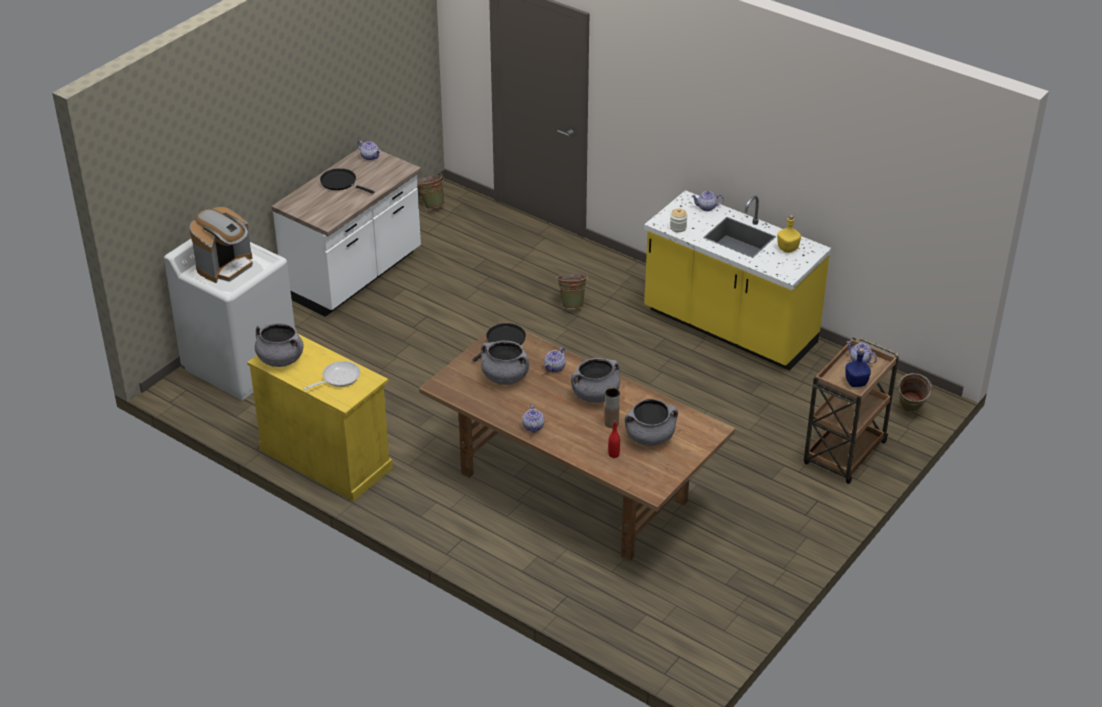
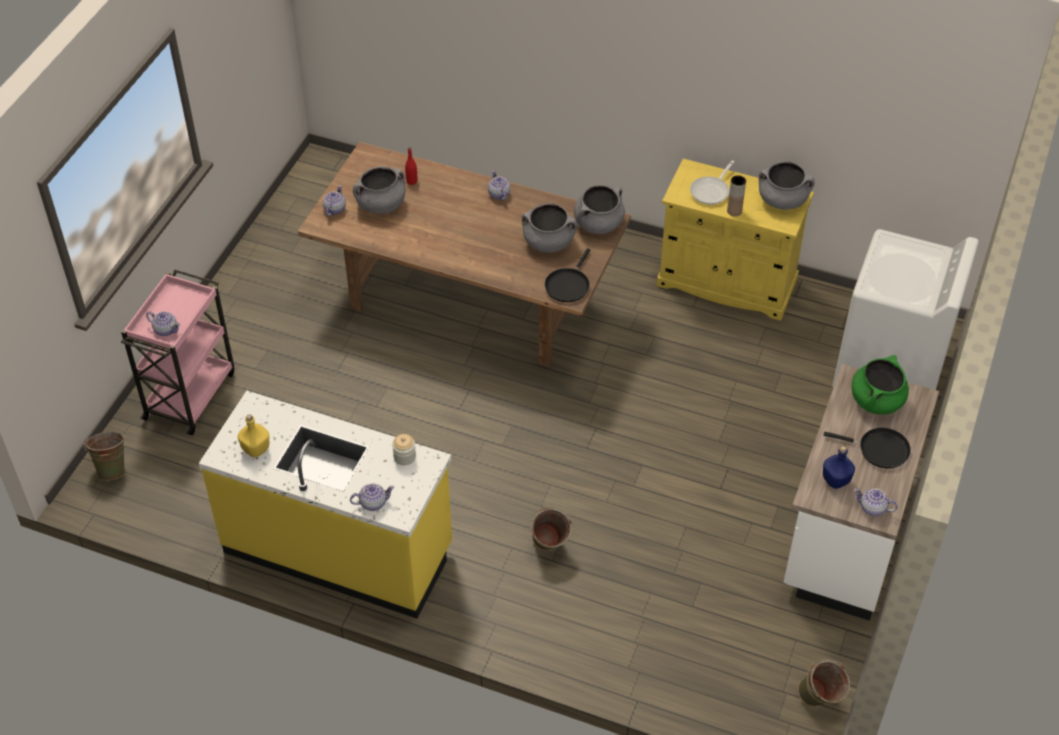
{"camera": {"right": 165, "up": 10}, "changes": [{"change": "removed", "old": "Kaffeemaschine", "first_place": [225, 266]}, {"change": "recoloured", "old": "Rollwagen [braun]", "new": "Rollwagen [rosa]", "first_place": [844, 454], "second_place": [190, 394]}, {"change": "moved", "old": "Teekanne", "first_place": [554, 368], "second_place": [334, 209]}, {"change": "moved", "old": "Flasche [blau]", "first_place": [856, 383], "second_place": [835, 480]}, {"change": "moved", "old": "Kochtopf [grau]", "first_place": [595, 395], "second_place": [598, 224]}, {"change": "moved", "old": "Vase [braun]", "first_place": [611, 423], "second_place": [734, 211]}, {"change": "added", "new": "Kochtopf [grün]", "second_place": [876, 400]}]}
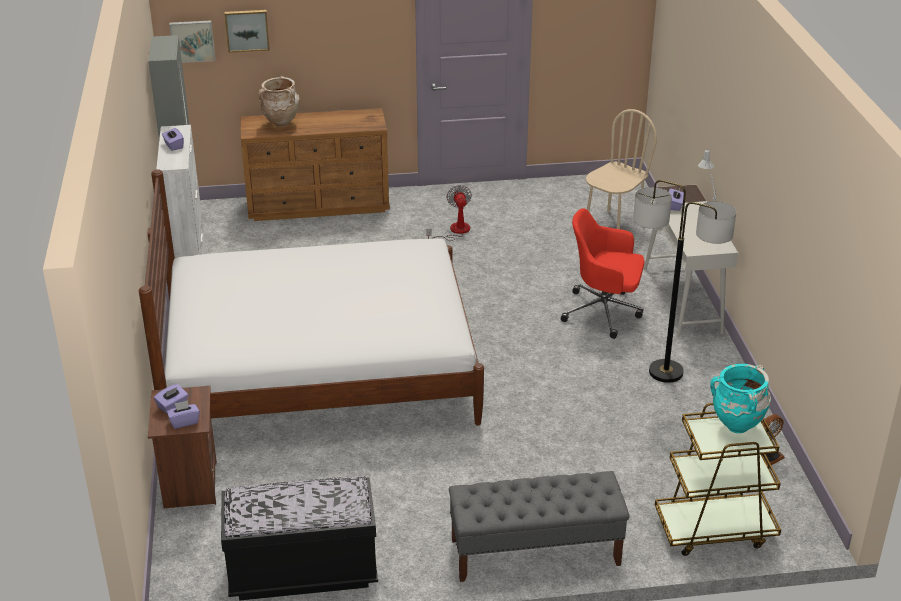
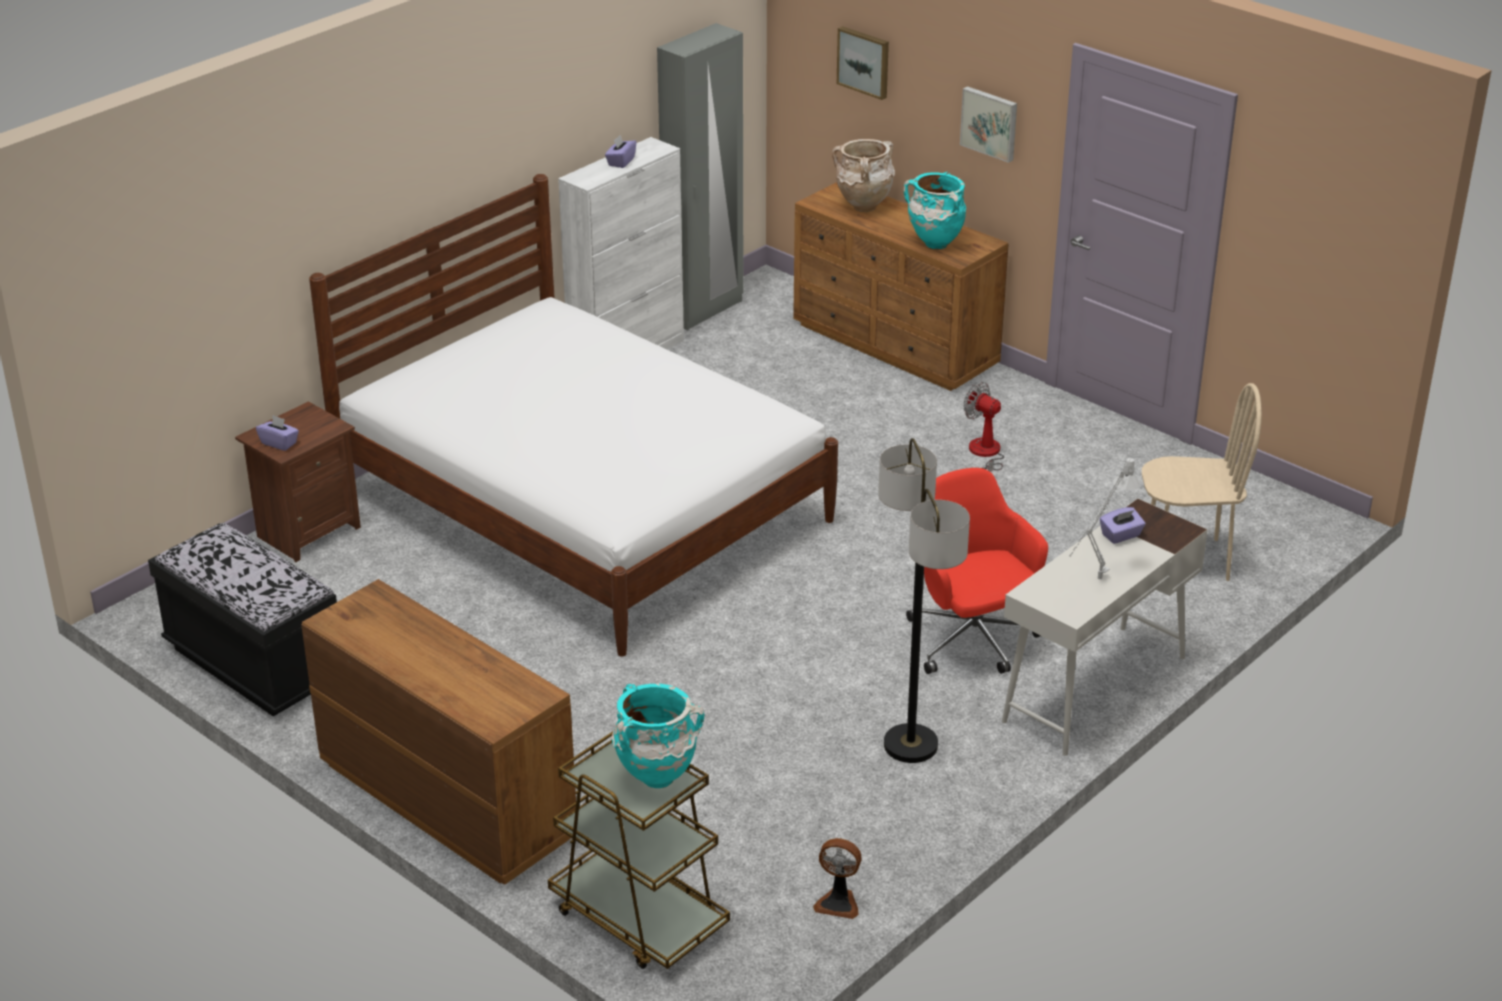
{"camera": {"right": 50, "up": 0}, "changes": [{"change": "moved", "old": "Bild", "first_place": [192, 40], "second_place": [990, 123]}, {"change": "turned", "old": "Ventilator", "first_place": [454, 231], "second_place": [984, 455], "degrees": -90}, {"change": "removed", "old": "Taschentuchbox [lila]", "first_place": [172, 406]}, {"change": "replaced", "old": "Bank [grau]", "new": "Kommode [braun]", "first_place": [534, 552], "second_place": [445, 799]}, {"change": "added", "new": "Vase [türkis]", "second_place": [934, 244]}]}
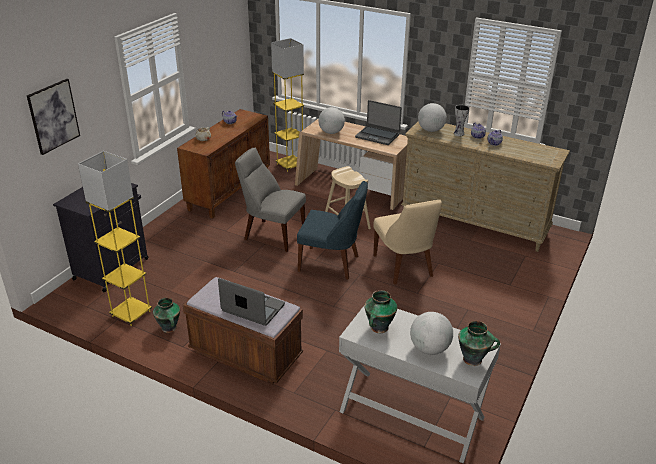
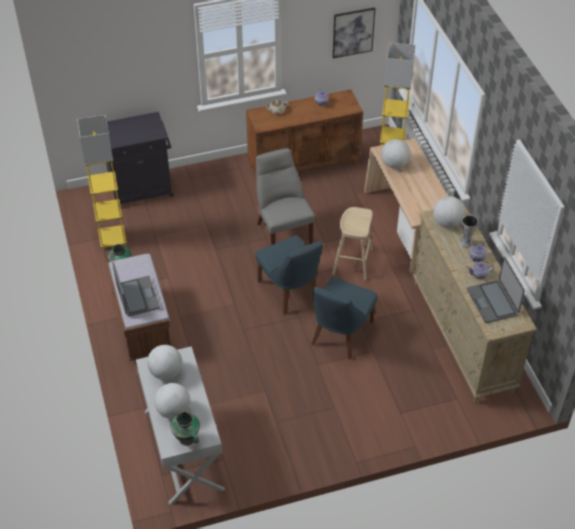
{"camera": {"right": 45, "up": 15}, "changes": [{"change": "moved", "old": "Bild", "first_place": [53, 116], "second_place": [353, 32]}, {"change": "moved", "old": "Laptop", "first_place": [377, 136], "second_place": [493, 302]}, {"change": "recoloured", "old": "Stuhl [beige]", "new": "Stuhl [blau]", "first_place": [404, 267], "second_place": [340, 335]}, {"change": "replaced", "old": "Vase", "new": "Globus", "first_place": [379, 328], "second_place": [166, 372]}]}
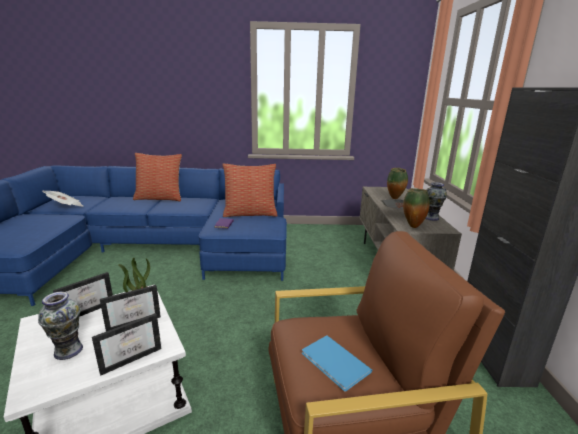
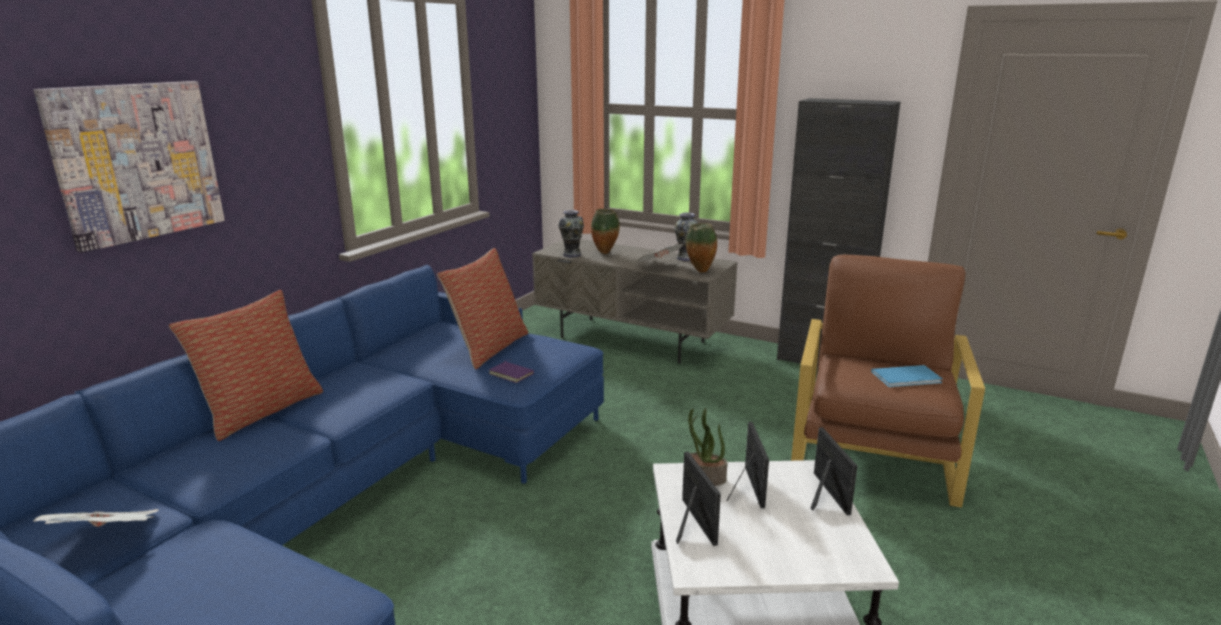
{"camera": {"right": -60, "up": 0}, "changes": [{"change": "moved", "old": "Vase", "first_place": [68, 350], "second_place": [572, 255]}, {"change": "added", "new": "Bild", "second_place": [137, 162]}]}
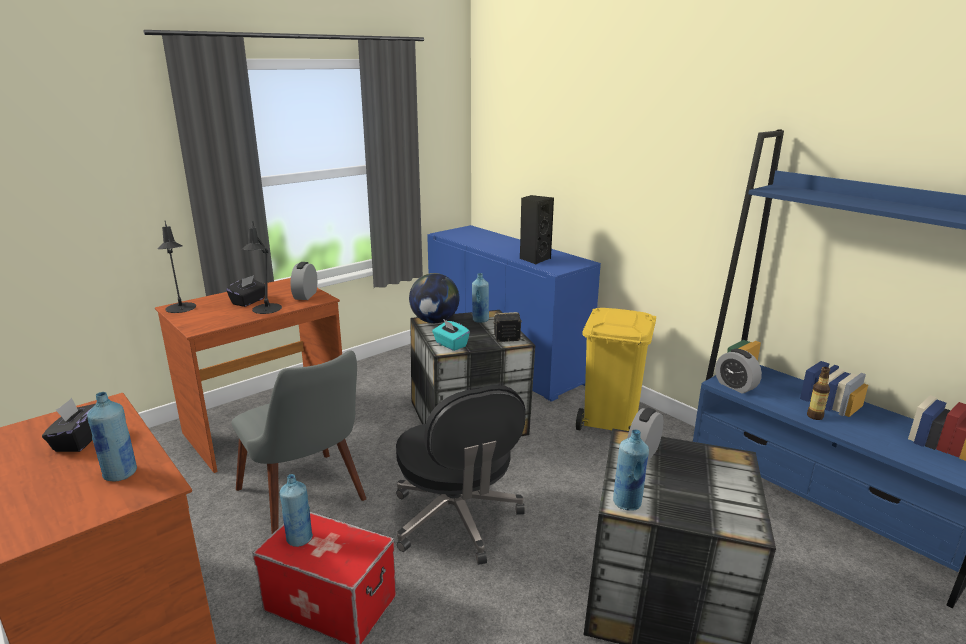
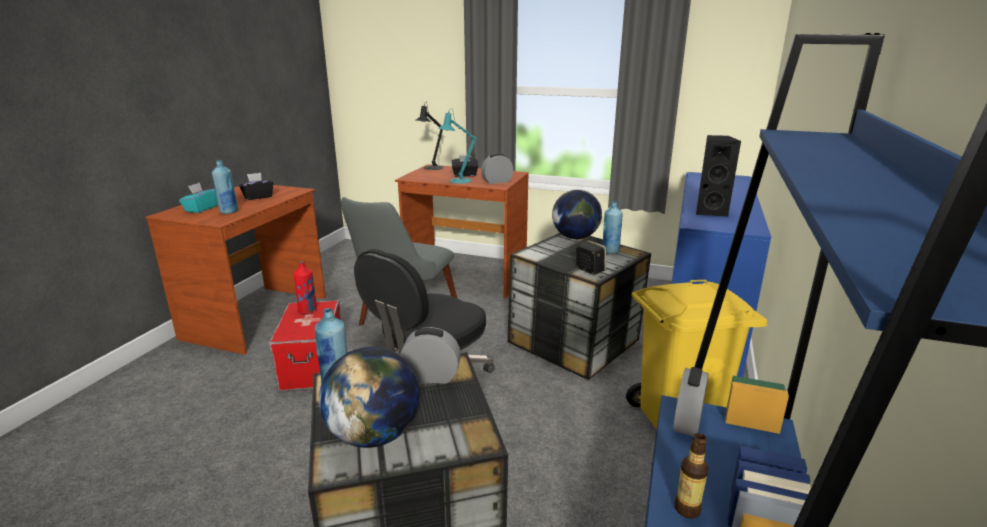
{"camera": {"right": 60, "up": 0}, "changes": [{"change": "recoloured", "old": "Tischlampe [schwarz]", "new": "Tischlampe [türkis]", "first_place": [266, 310], "second_place": [457, 181]}, {"change": "moved", "old": "Taschentuchbox [türkis]", "first_place": [450, 345], "second_place": [201, 209]}, {"change": "recoloured", "old": "Flasche [blau]", "new": "Flasche [rot]", "first_place": [299, 539], "second_place": [308, 310]}, {"change": "added", "new": "Globus", "second_place": [374, 435]}]}
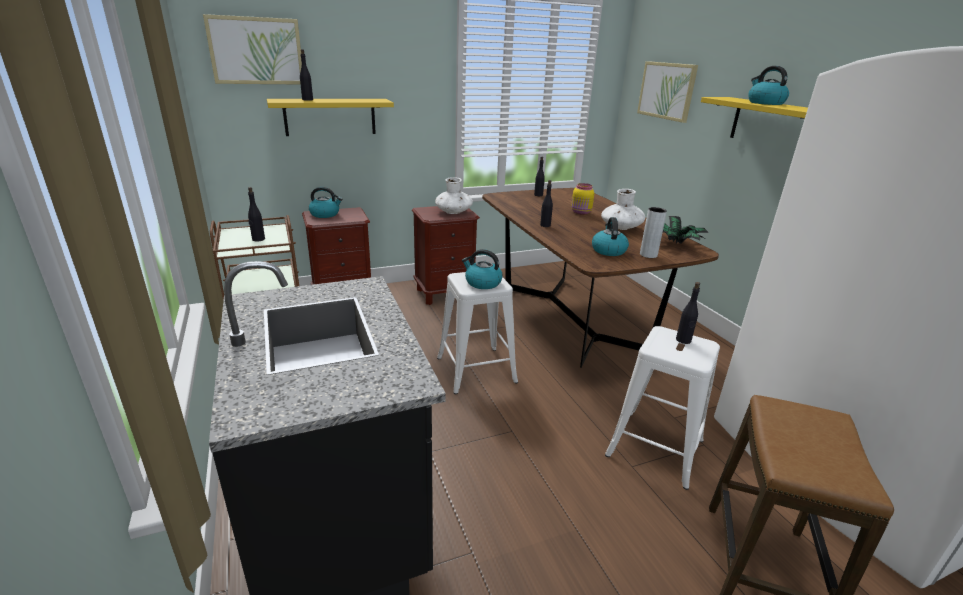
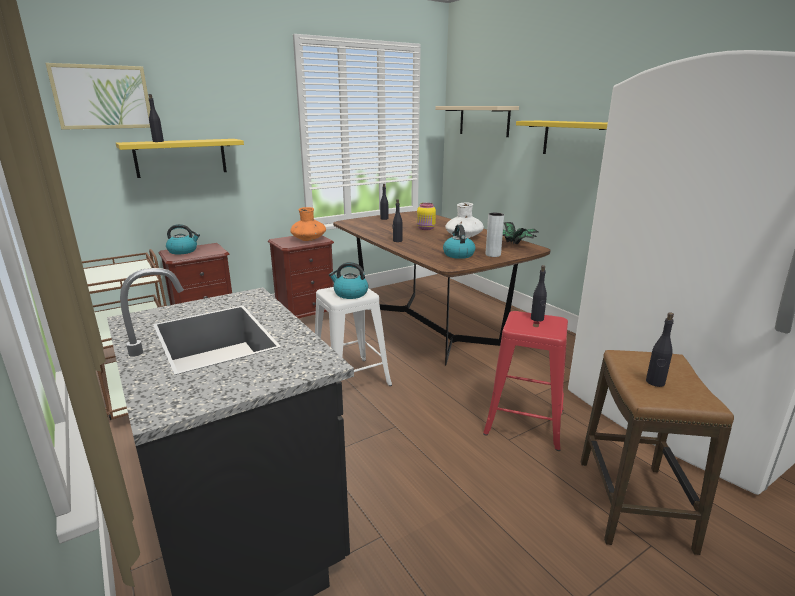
{"camera": {"right": -10, "up": -5}, "changes": [{"change": "replaced", "old": "Bild", "new": "Wandregal [beige]", "first_place": [667, 91], "second_place": [484, 120]}, {"change": "removed", "old": "Wasserkessel", "first_place": [765, 103]}, {"change": "recoloured", "old": "Vase [weiß]", "new": "Vase [orange]", "first_place": [453, 212], "second_place": [308, 239]}, {"change": "moved", "old": "Flasche [schwarz]", "first_place": [258, 239], "second_place": [655, 382]}, {"change": "recoloured", "old": "Hocker [weiß]", "new": "Hocker [rot]", "first_place": [655, 447], "second_place": [524, 421]}]}
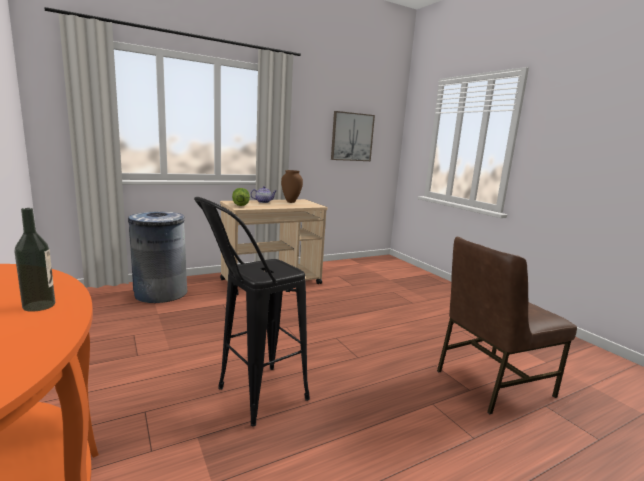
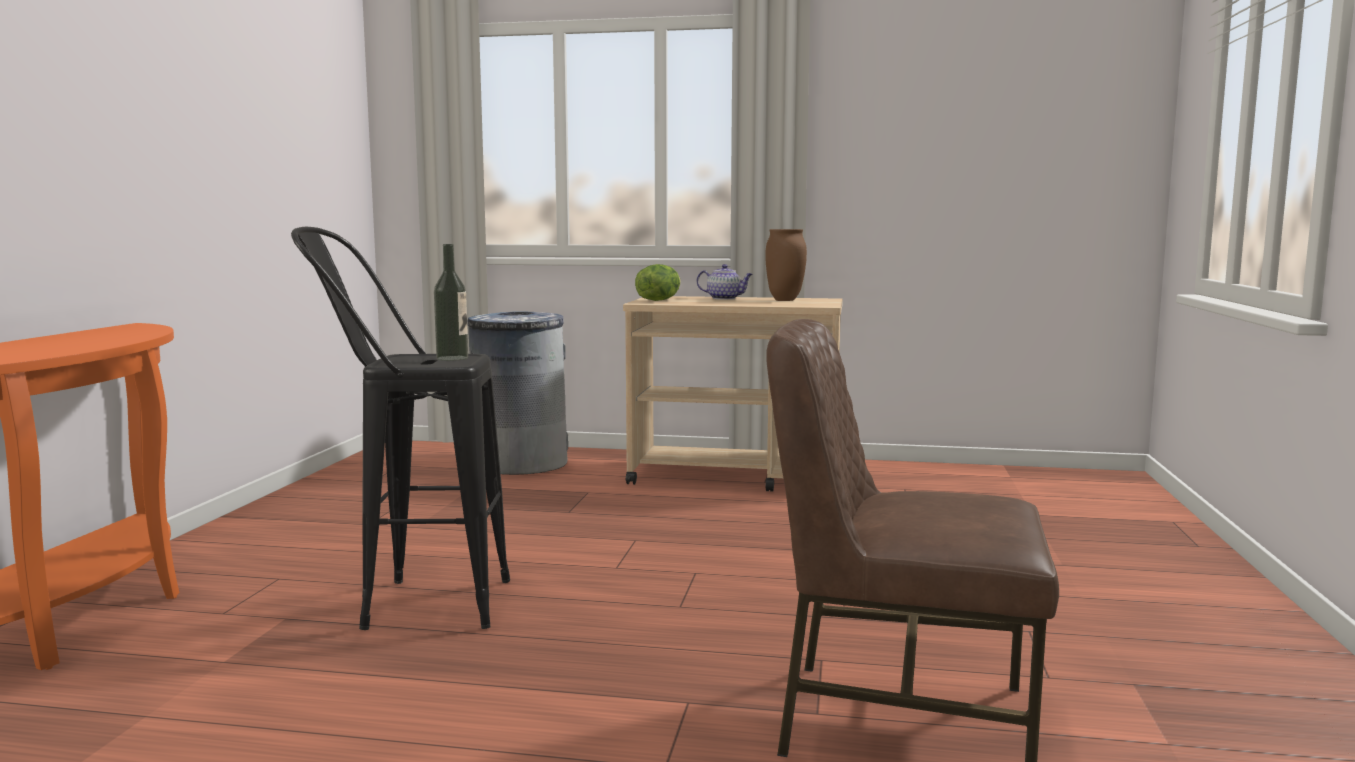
{"camera": {"right": 40, "up": -5}, "changes": [{"change": "removed", "old": "Bild", "first_place": [352, 137]}, {"change": "moved", "old": "Flasche", "first_place": [39, 305], "second_place": [452, 358]}]}
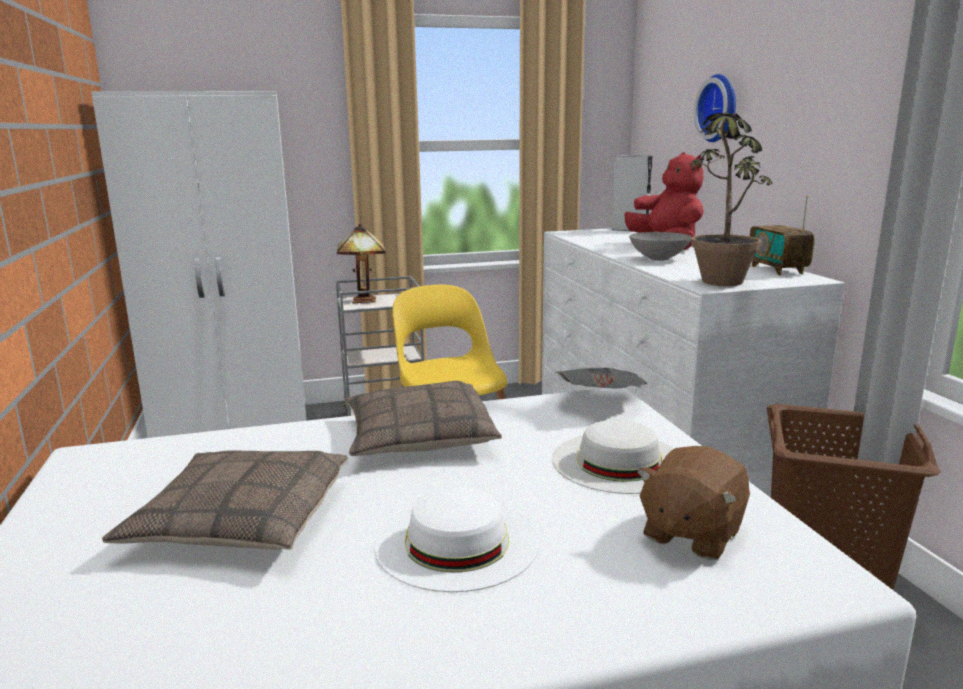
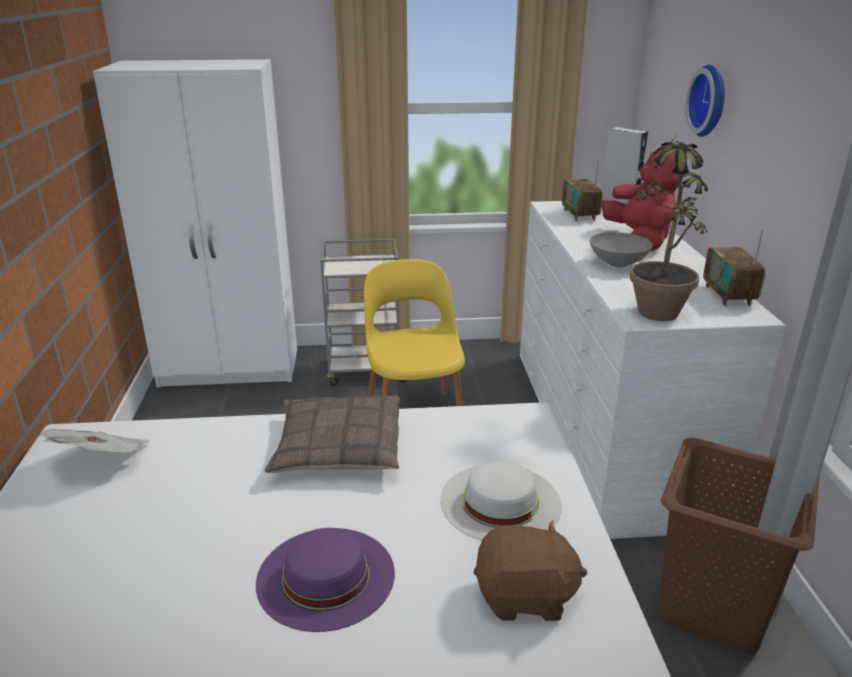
{"camera": {"right": 10, "up": 10}, "changes": [{"change": "removed", "old": "Tischlampe", "first_place": [362, 300]}, {"change": "moved", "old": "Zeitung", "first_place": [601, 402], "second_place": [103, 460]}, {"change": "turned", "old": "Plüschtier [braun]", "first_place": [691, 533], "second_place": [525, 597], "degrees": -135}, {"change": "removed", "old": "Kissen", "first_place": [240, 519]}, {"change": "recoloured", "old": "Hut [weiß]", "new": "Hut [lila]", "first_place": [457, 542], "second_place": [325, 576]}, {"change": "added", "new": "Radio", "second_place": [579, 215]}]}
